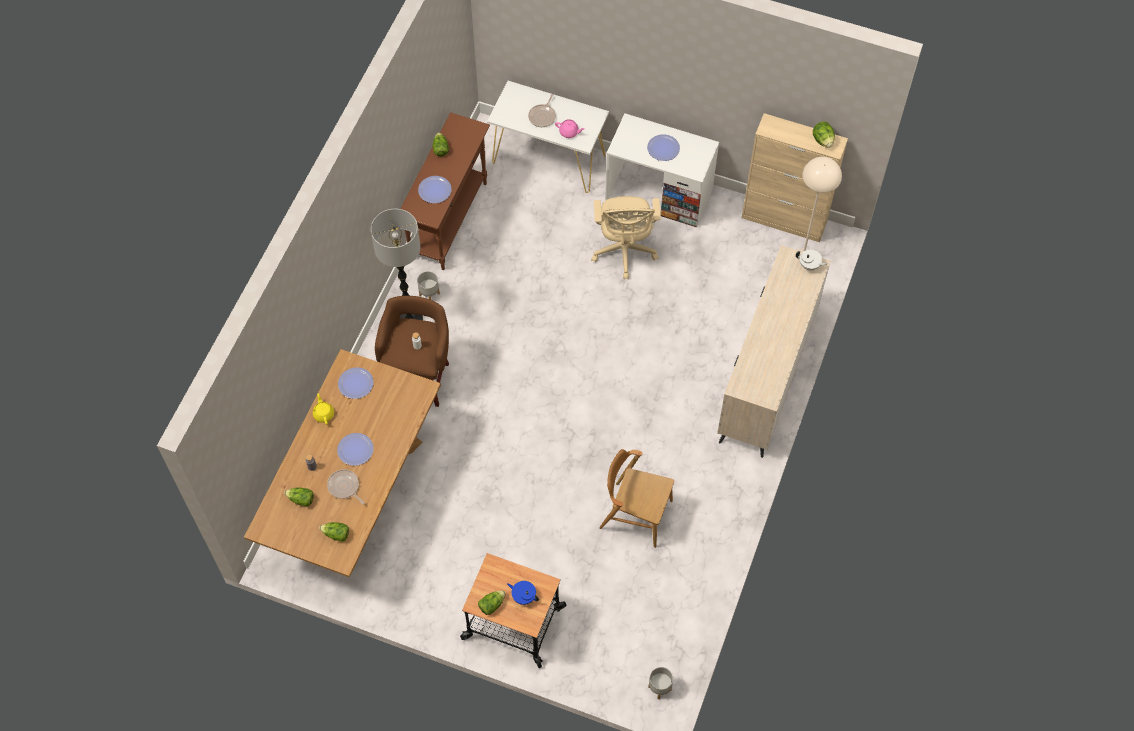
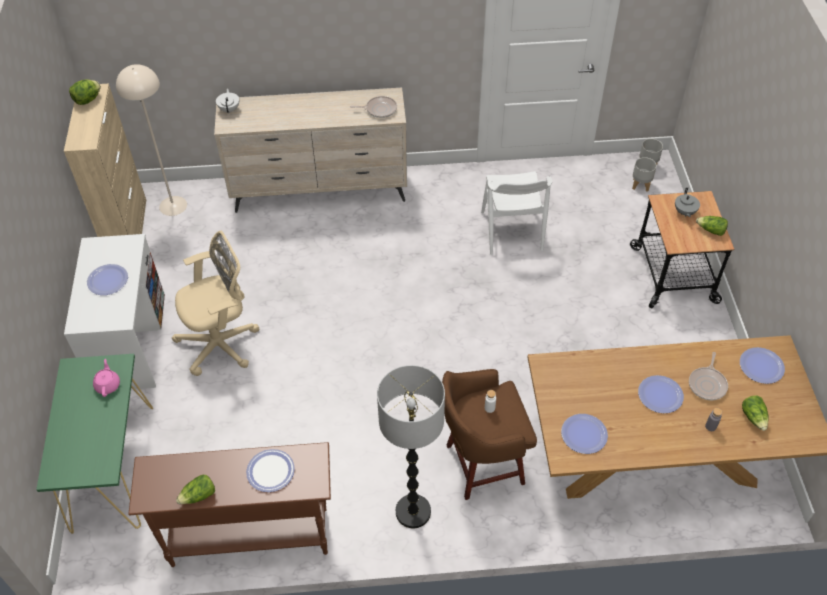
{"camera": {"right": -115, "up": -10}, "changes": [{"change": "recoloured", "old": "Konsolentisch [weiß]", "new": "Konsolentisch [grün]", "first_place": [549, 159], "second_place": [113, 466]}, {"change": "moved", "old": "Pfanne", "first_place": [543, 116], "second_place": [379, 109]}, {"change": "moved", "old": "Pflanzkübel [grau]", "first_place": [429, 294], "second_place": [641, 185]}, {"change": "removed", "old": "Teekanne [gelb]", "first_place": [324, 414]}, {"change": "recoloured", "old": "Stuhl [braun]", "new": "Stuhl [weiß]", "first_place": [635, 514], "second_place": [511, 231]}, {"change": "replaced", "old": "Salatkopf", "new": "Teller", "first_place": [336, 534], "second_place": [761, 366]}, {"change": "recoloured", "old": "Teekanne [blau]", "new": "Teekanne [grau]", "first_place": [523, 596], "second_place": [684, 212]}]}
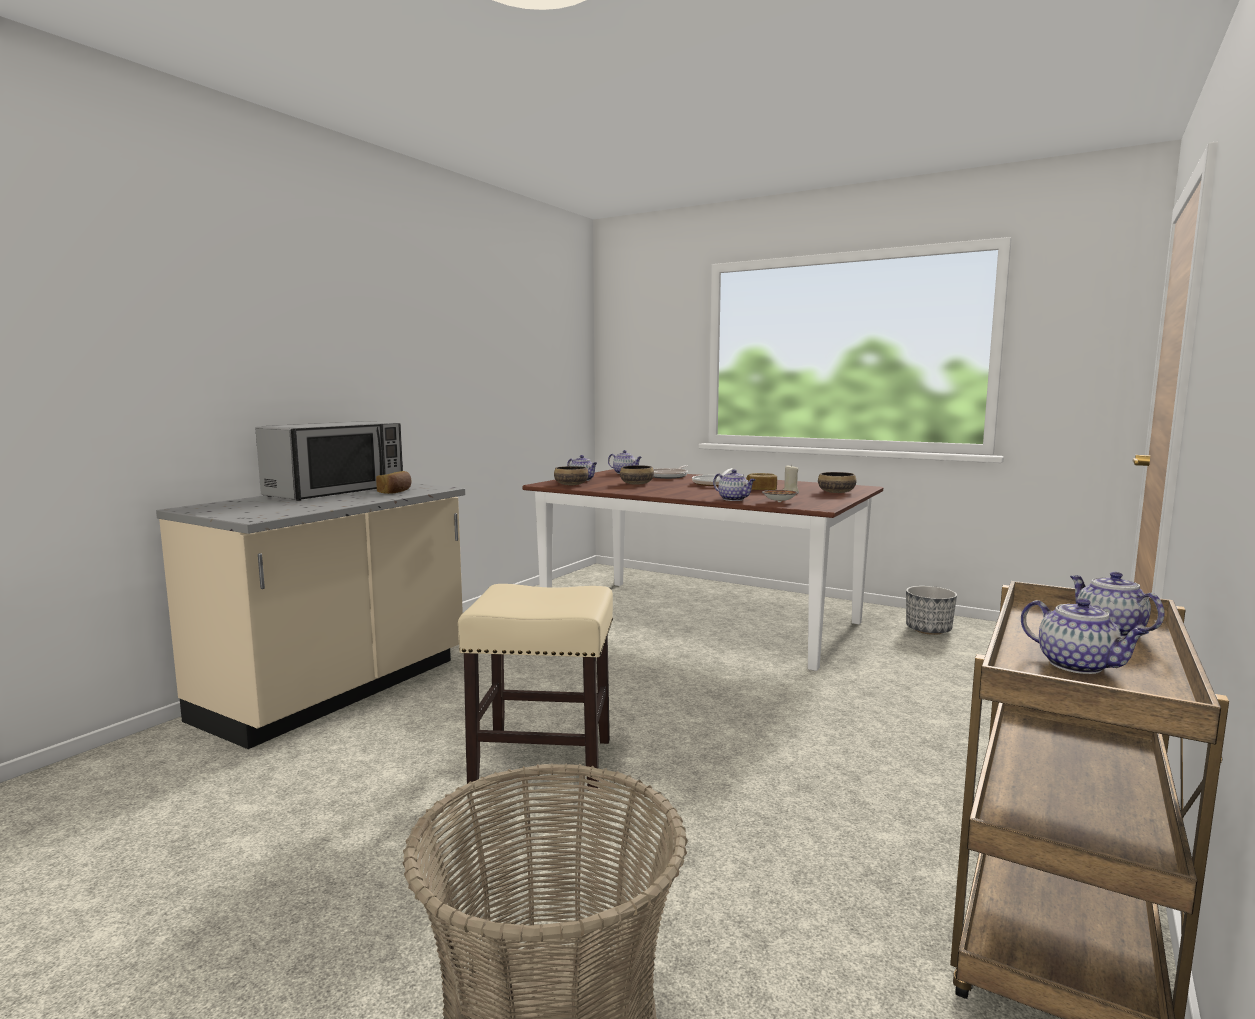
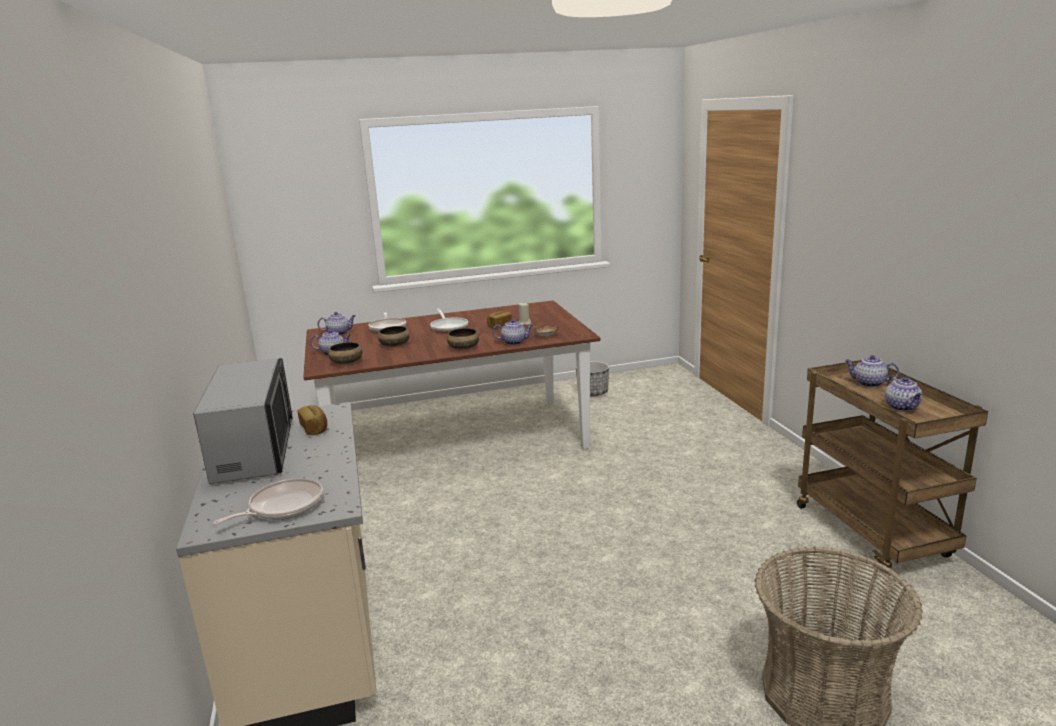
{"camera": {"right": -45, "up": 10}, "changes": [{"change": "moved", "old": "Schüssel", "first_place": [836, 492], "second_place": [464, 347]}, {"change": "removed", "old": "Hocker [beige]", "first_place": [544, 761]}, {"change": "turned", "old": "Teekanne", "first_place": [1078, 666], "second_place": [902, 407], "degrees": 75}, {"change": "added", "new": "Pfanne", "second_place": [283, 507]}]}
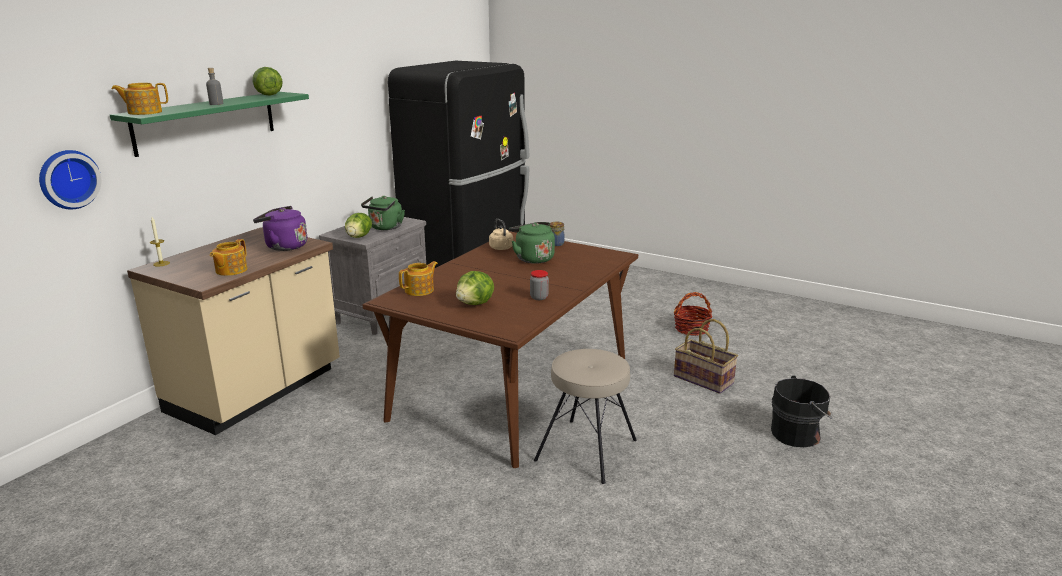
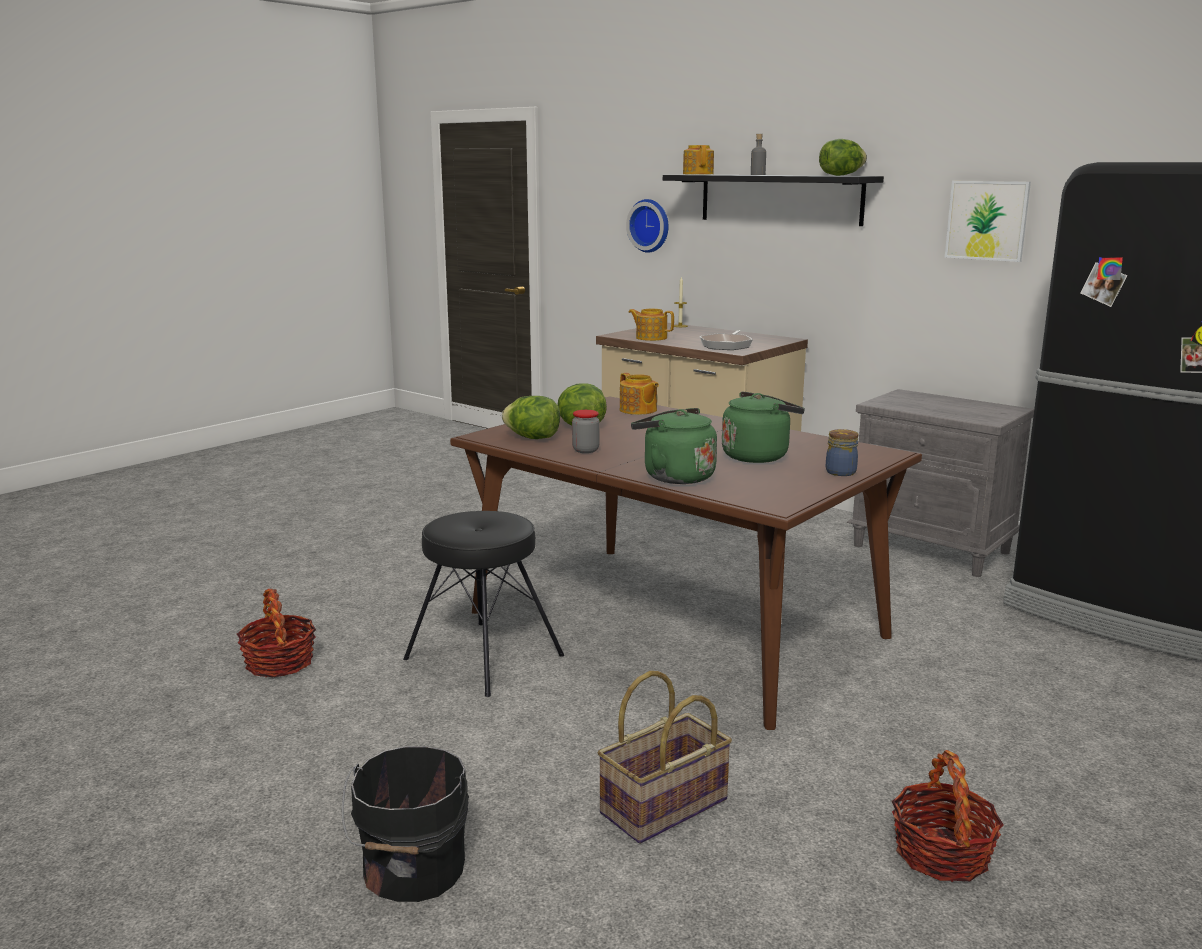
{"camera": {"right": 100, "up": -5}, "changes": [{"change": "recoloured", "old": "Wandregal [grün]", "new": "Wandregal [schwarz]", "first_place": [206, 122], "second_place": [780, 199]}, {"change": "moved", "old": "Wasserkessel [grün]", "first_place": [385, 228], "second_place": [674, 477]}, {"change": "replaced", "old": "Wasserkessel [lila]", "new": "Pfanne", "first_place": [284, 246], "second_place": [727, 345]}, {"change": "moved", "old": "Salatkopf", "first_place": [358, 237], "second_place": [532, 438]}, {"change": "removed", "old": "Wasserkessel [beige]", "first_place": [502, 248]}, {"change": "recoloured", "old": "Hocker [beige]", "new": "Hocker [schwarz]", "first_place": [587, 450], "second_place": [483, 658]}, {"change": "added", "new": "Bild", "second_place": [987, 220]}, {"change": "added", "new": "Korb", "second_place": [279, 663]}]}
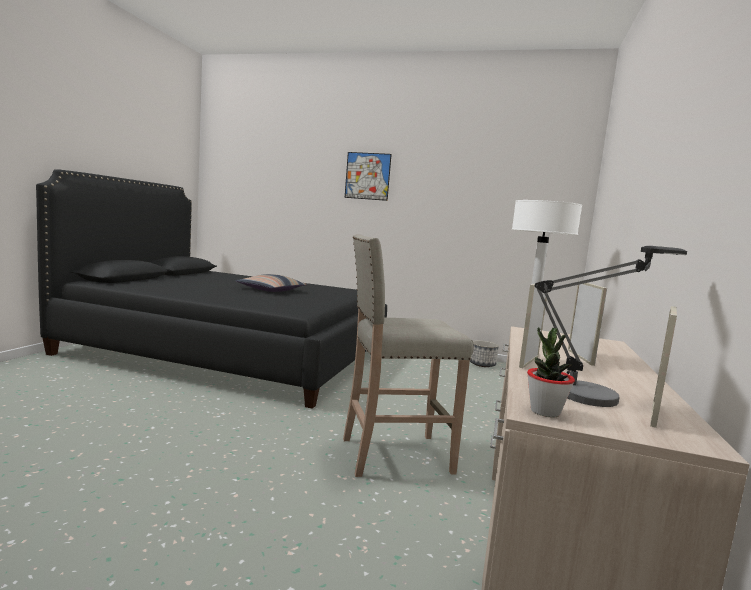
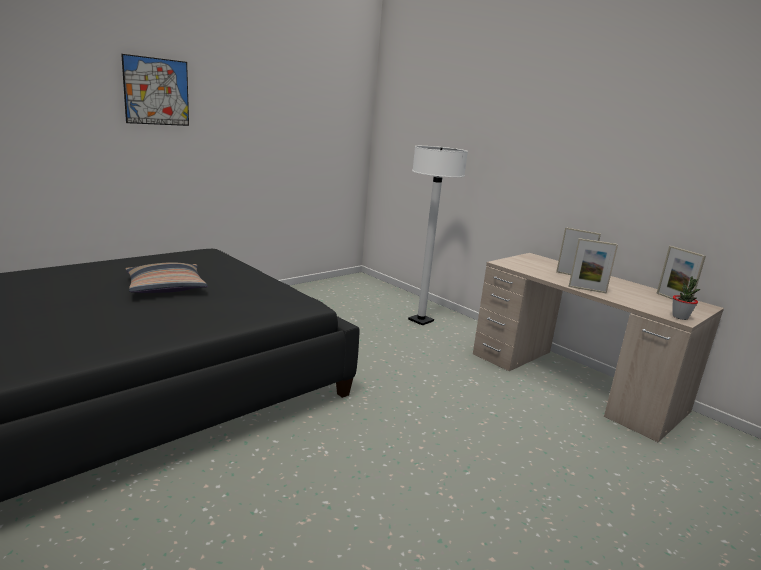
{"camera": {"right": -60, "up": 10}, "changes": [{"change": "removed", "old": "Hocker [beige]", "first_place": [393, 455]}, {"change": "removed", "old": "Tischlampe", "first_place": [599, 394]}, {"change": "turned", "old": "Bilderrahmen", "first_place": [529, 361], "second_place": [587, 289], "degrees": -45}, {"change": "removed", "old": "Pflanzkübel", "first_place": [482, 364]}]}
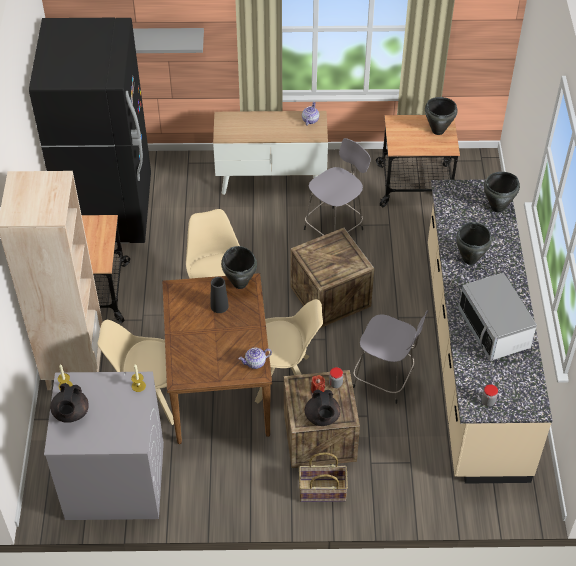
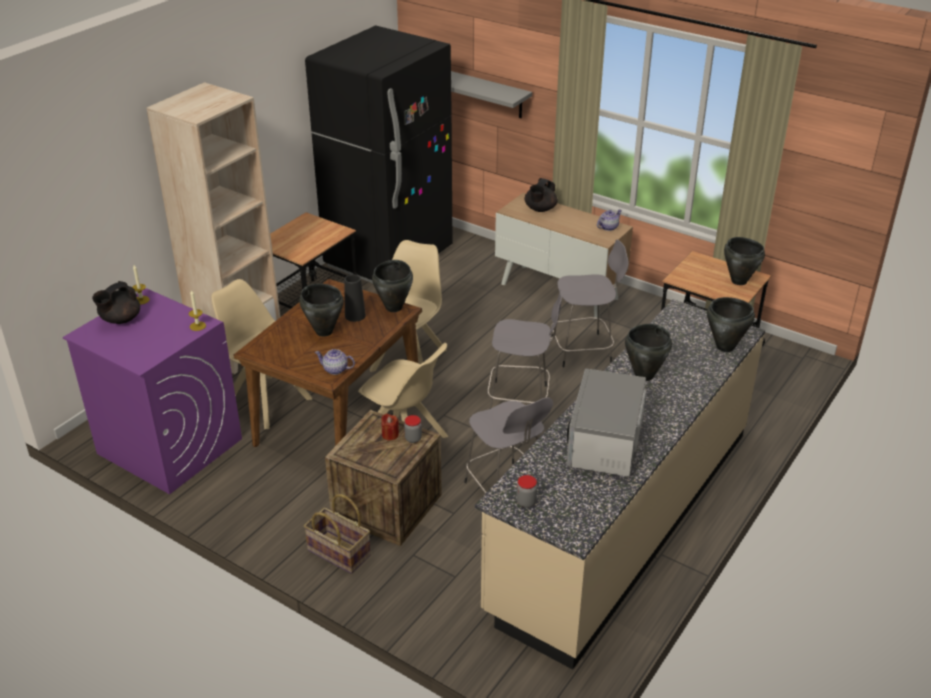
{"camera": {"right": 35, "up": -15}, "changes": [{"change": "replaced", "old": "Kiste", "new": "Hocker [grau]", "first_place": [330, 296], "second_place": [521, 400]}, {"change": "recoloured", "old": "Waschmaschine [grau]", "new": "Waschmaschine [lila]", "first_place": [114, 481], "second_place": [168, 446]}, {"change": "moved", "old": "Teekanne [schwarz]", "first_place": [322, 417], "second_place": [540, 209]}, {"change": "added", "new": "Kochtopf [schwarz]", "second_place": [324, 331]}]}
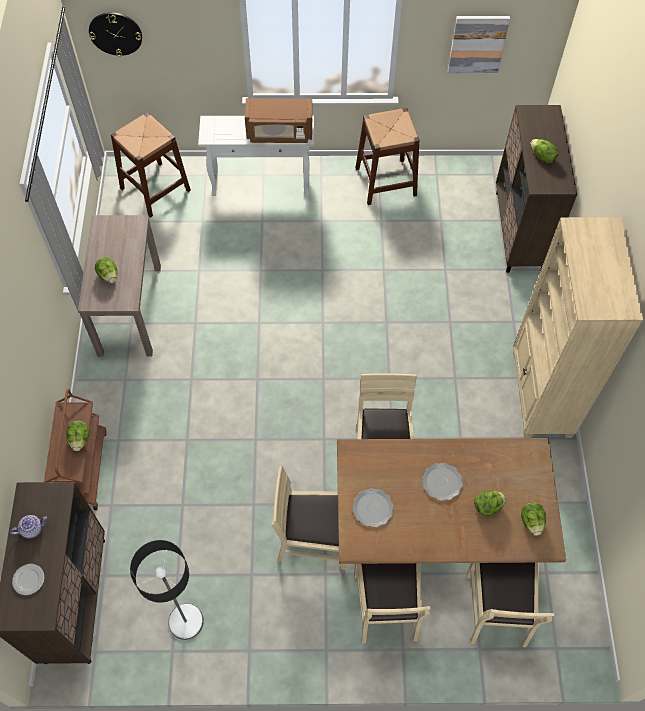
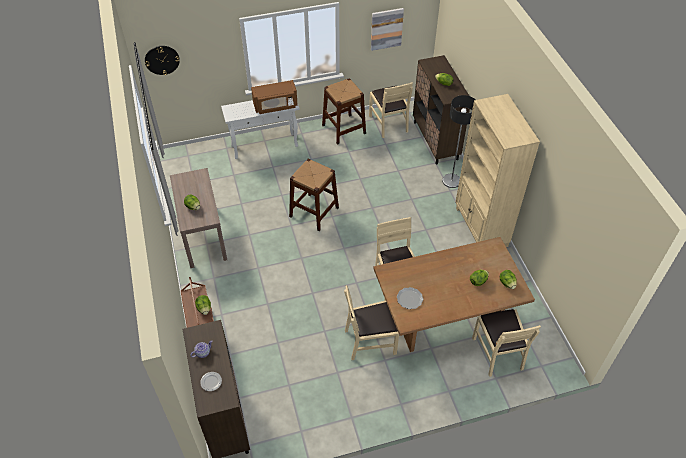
{"camera": {"right": -15, "up": -10}, "changes": [{"change": "moved", "old": "Hocker [braun]", "first_place": [155, 189], "second_place": [314, 212]}, {"change": "removed", "old": "Teller", "first_place": [442, 482]}, {"change": "moved", "old": "Stehlampe", "first_place": [185, 621], "second_place": [451, 181]}, {"change": "moved", "old": "Stuhl [beige]", "first_place": [386, 606], "second_place": [389, 123]}]}
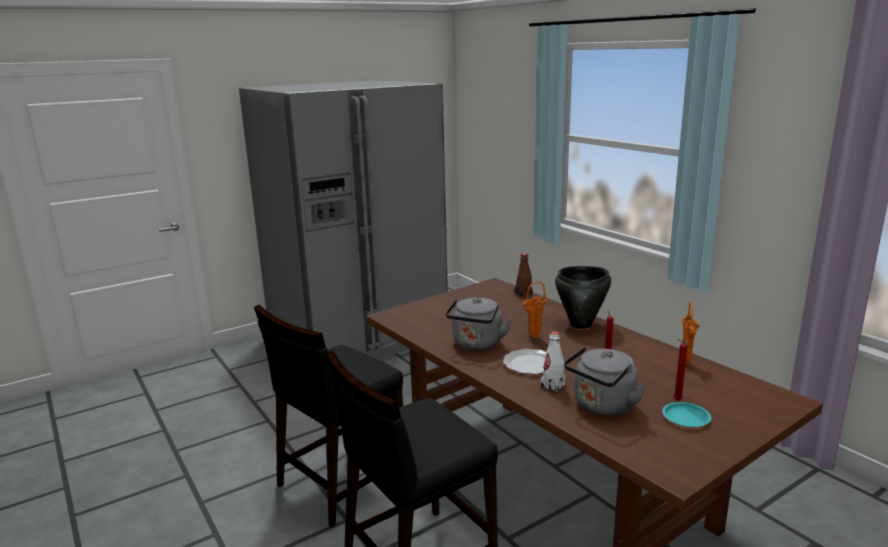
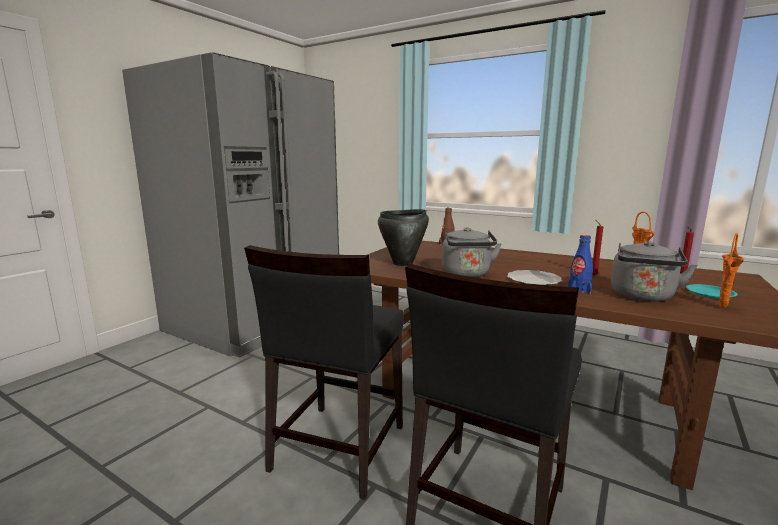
{"camera": {"right": -25, "up": -5}, "changes": [{"change": "moved", "old": "Kochtopf [schwarz]", "first_place": [581, 325], "second_place": [403, 263]}, {"change": "moved", "old": "Vase [orange]", "first_place": [533, 338], "second_place": [722, 308]}, {"change": "recoloured", "old": "Flasche [weiß]", "new": "Flasche [blau]", "first_place": [553, 385], "second_place": [579, 290]}]}
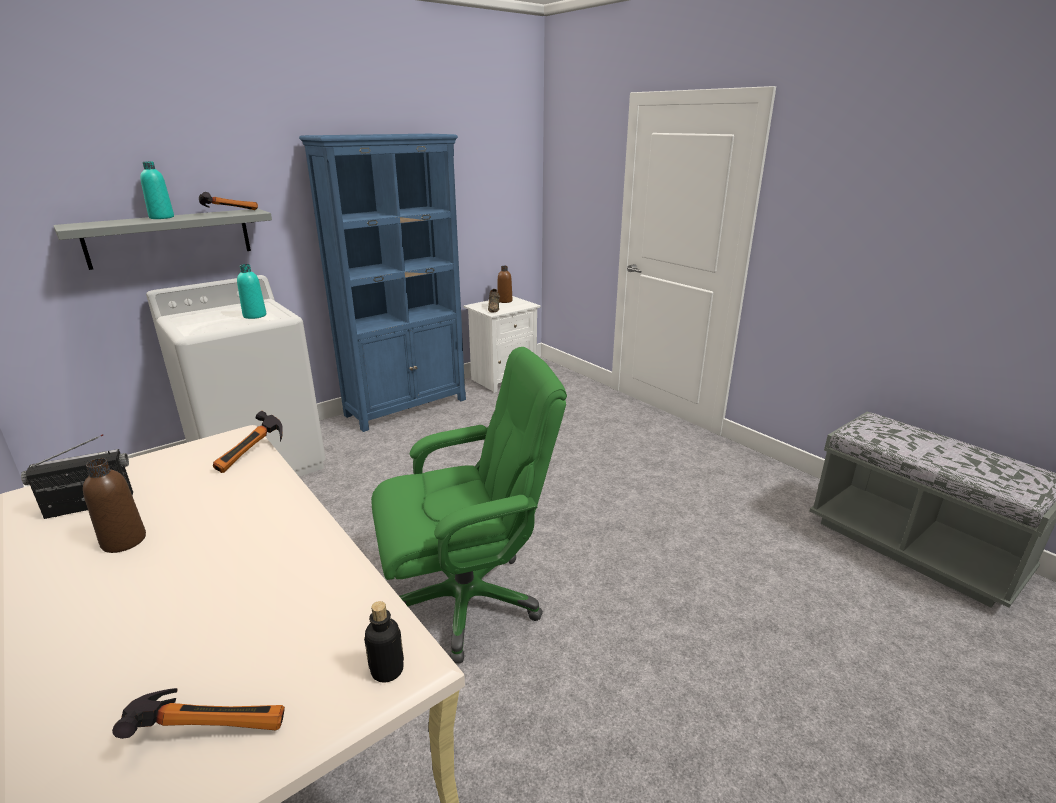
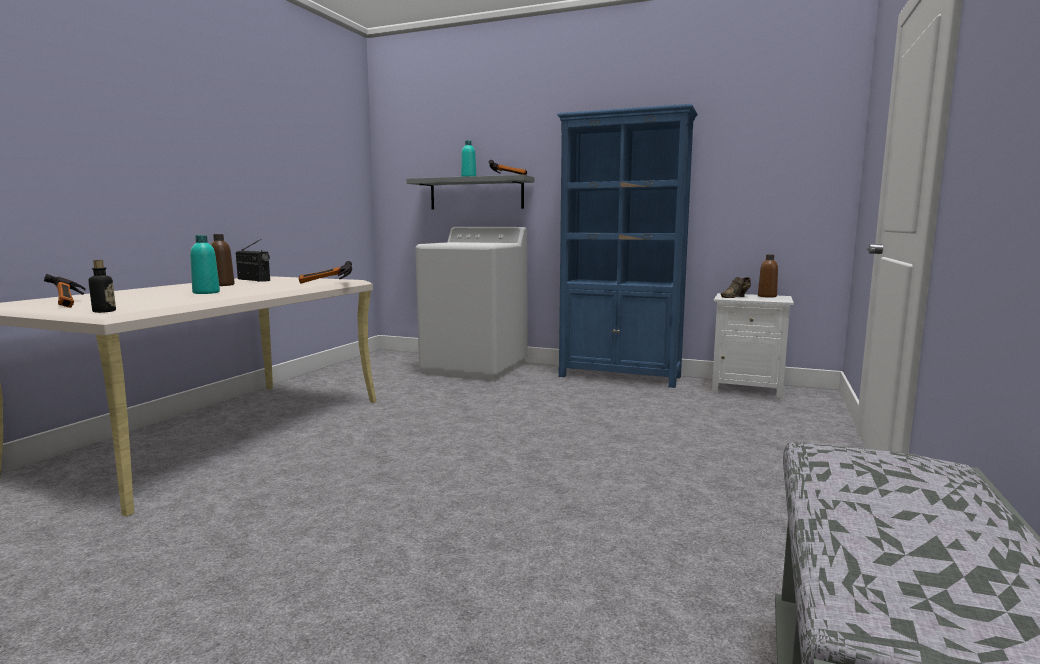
{"camera": {"right": 60, "up": -15}, "changes": [{"change": "moved", "old": "Flasche [türkis]", "first_place": [254, 316], "second_place": [206, 292]}, {"change": "removed", "old": "Bürostuhl [grün]", "first_place": [467, 600]}]}
